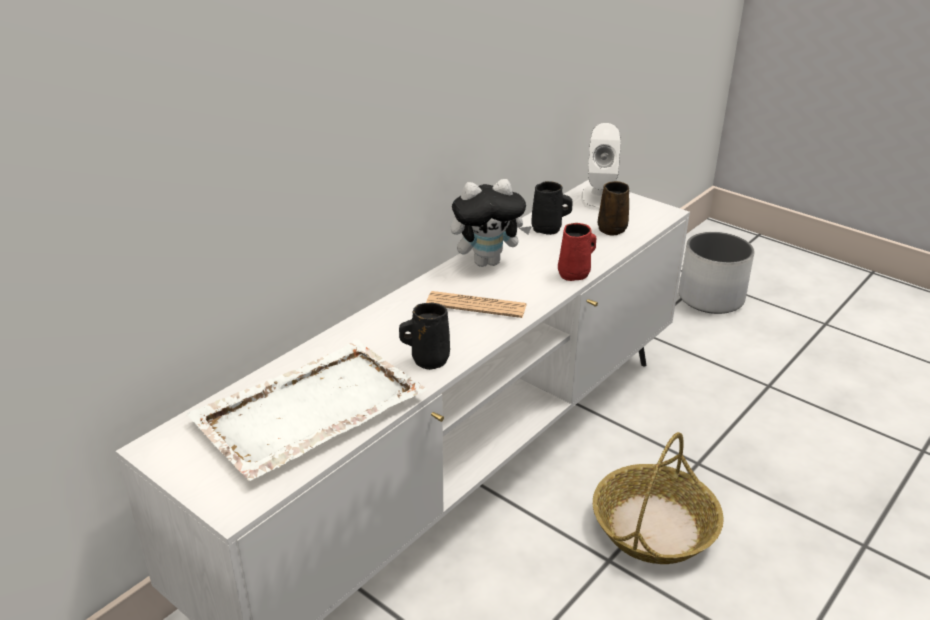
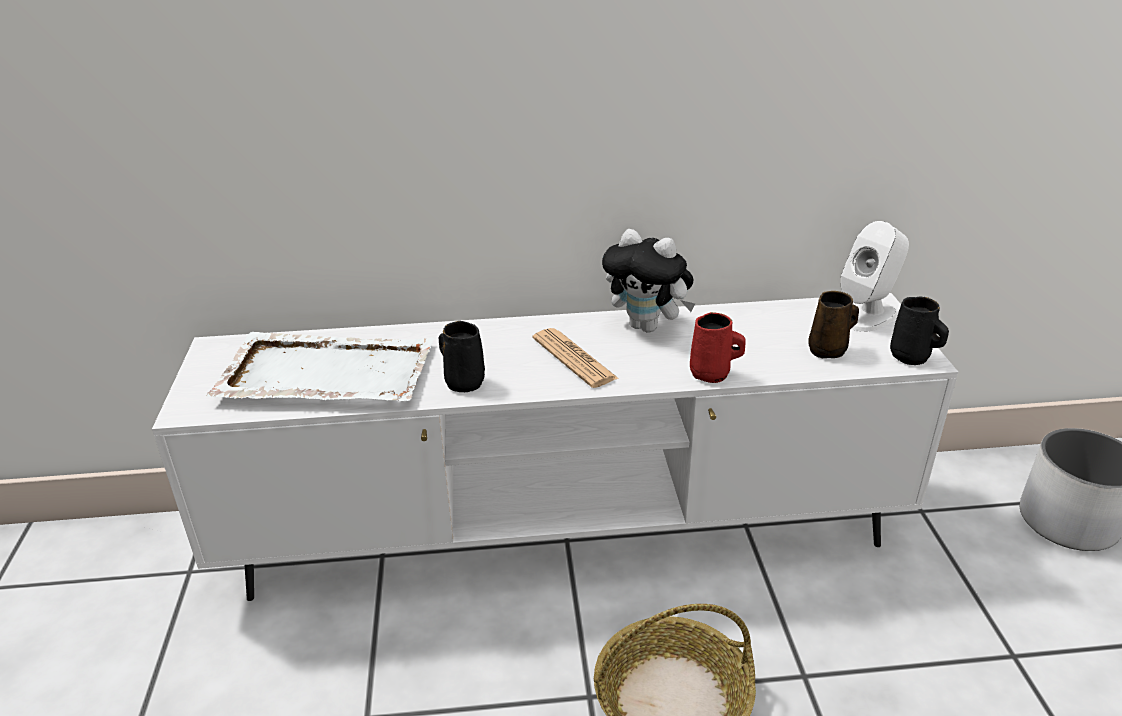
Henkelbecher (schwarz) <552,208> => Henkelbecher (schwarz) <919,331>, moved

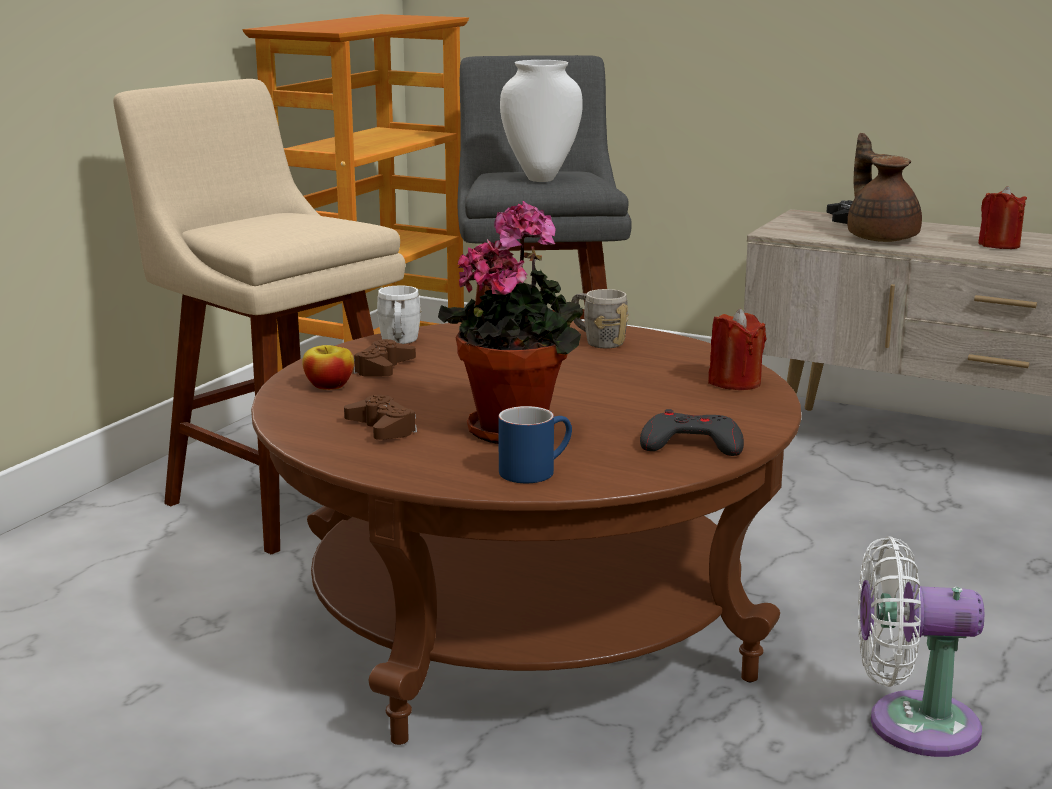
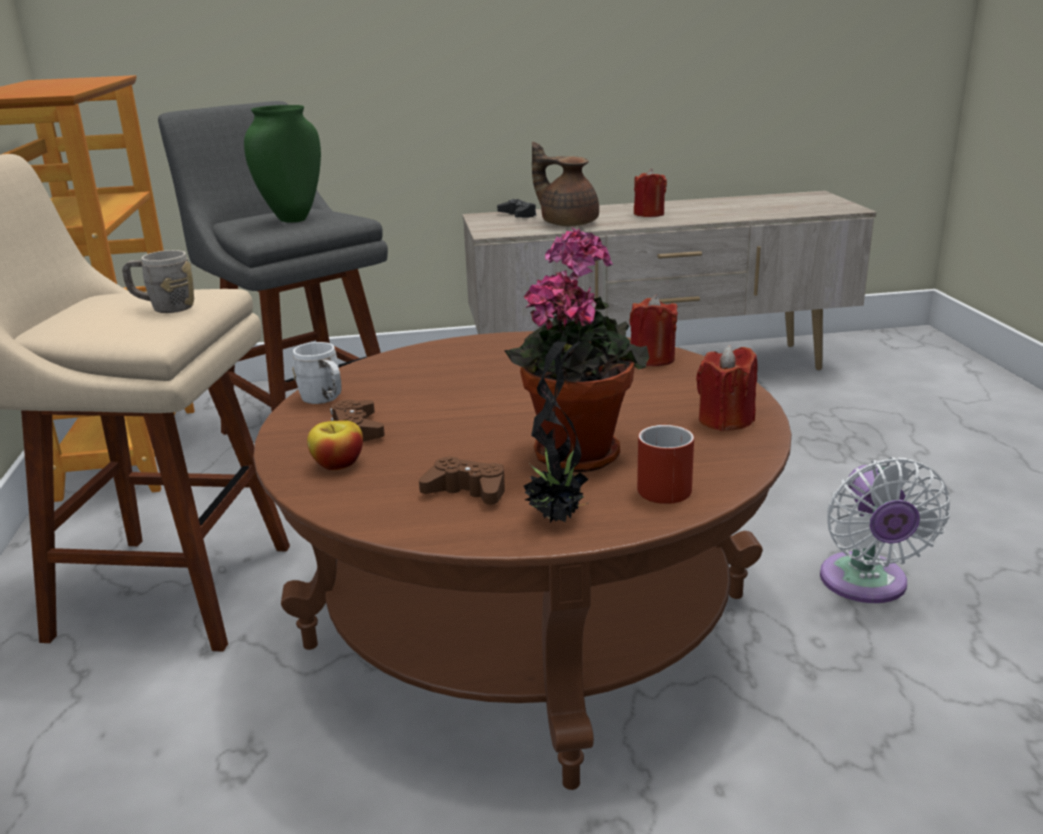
Vase (weiß) <541,121> => Vase (grün) <282,164>
Henkelbecher (grau) <600,318> => Henkelbecher (grau) <158,281>, moved
Henkelbecher (blau) <535,444> => Henkelbecher (rot) <665,464>
Gamepad (grau) <692,432> => Kerze (rot) <727,388>
Ventilator (weiß) <921,646> => Ventilator (weiß) <885,530>, 60 degrees counterclockwise
nothing => Topfpflanze <557,431>

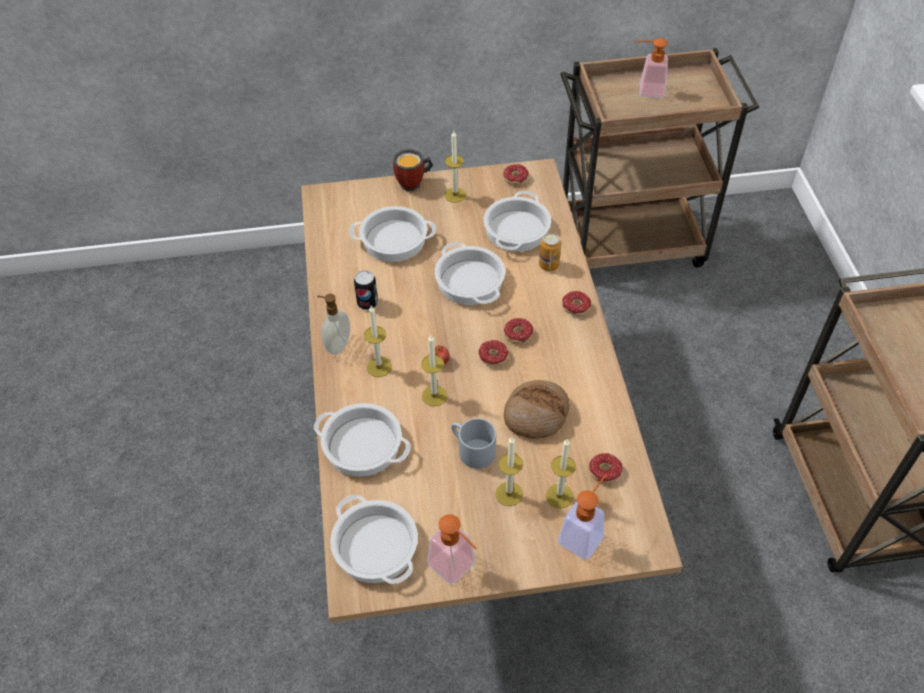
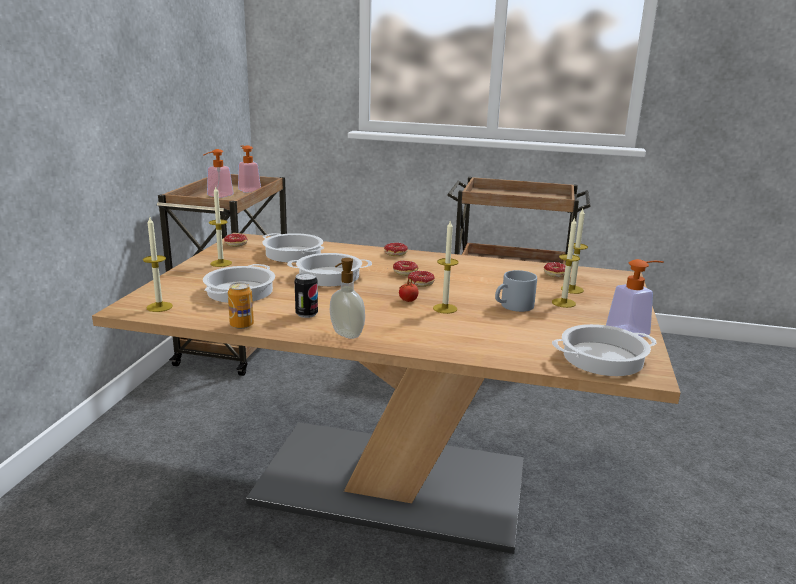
Henkelbecher <413,170> => nothing
Dose <550,252> => Dose <241,305>, moved
Kerze <378,341> => Kerze <158,264>, moved
Brot <537,409> => nothing
Kochtopf <362,440> => nothing
Seifenspender <582,517> => Seifenspender <249,169>, moved

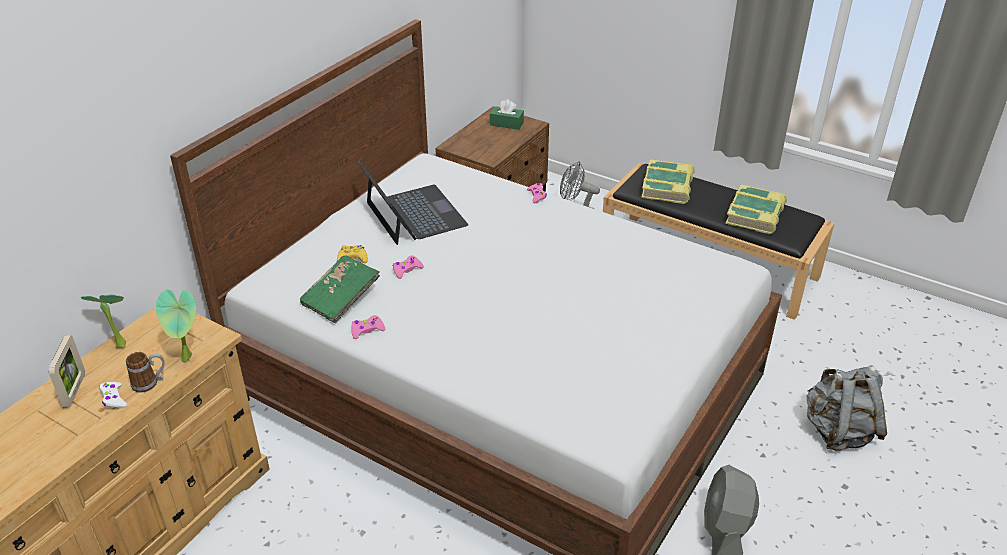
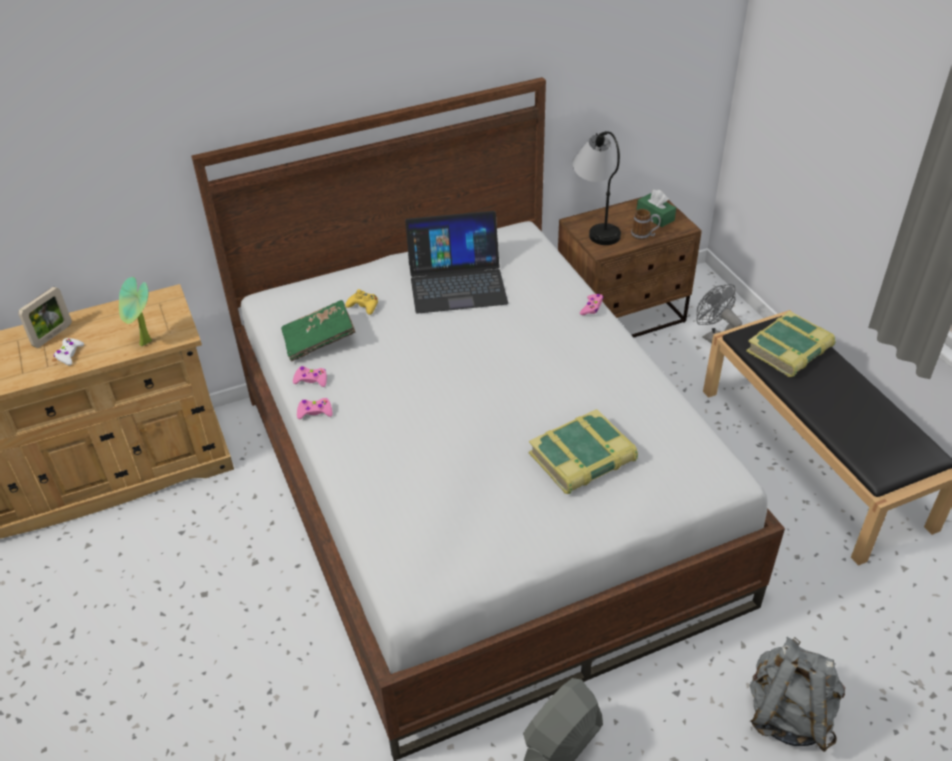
Laptop <413,203> => Laptop <456,262>, 75 degrees clockwise
Buch <756,209> => Buch <583,451>, moved
Gamepad (rosa) <408,267> => Gamepad (rosa) <315,408>, moved
Topfpflanze <103,321> => nothing
Henkelbecher <145,372> => Henkelbecher <646,224>, moved
nothing => Tischlampe <596,188>

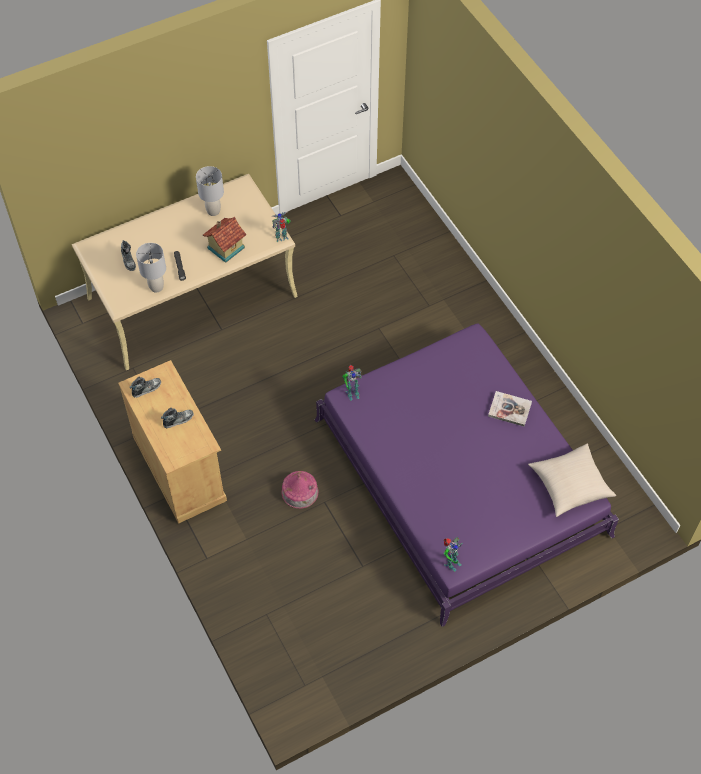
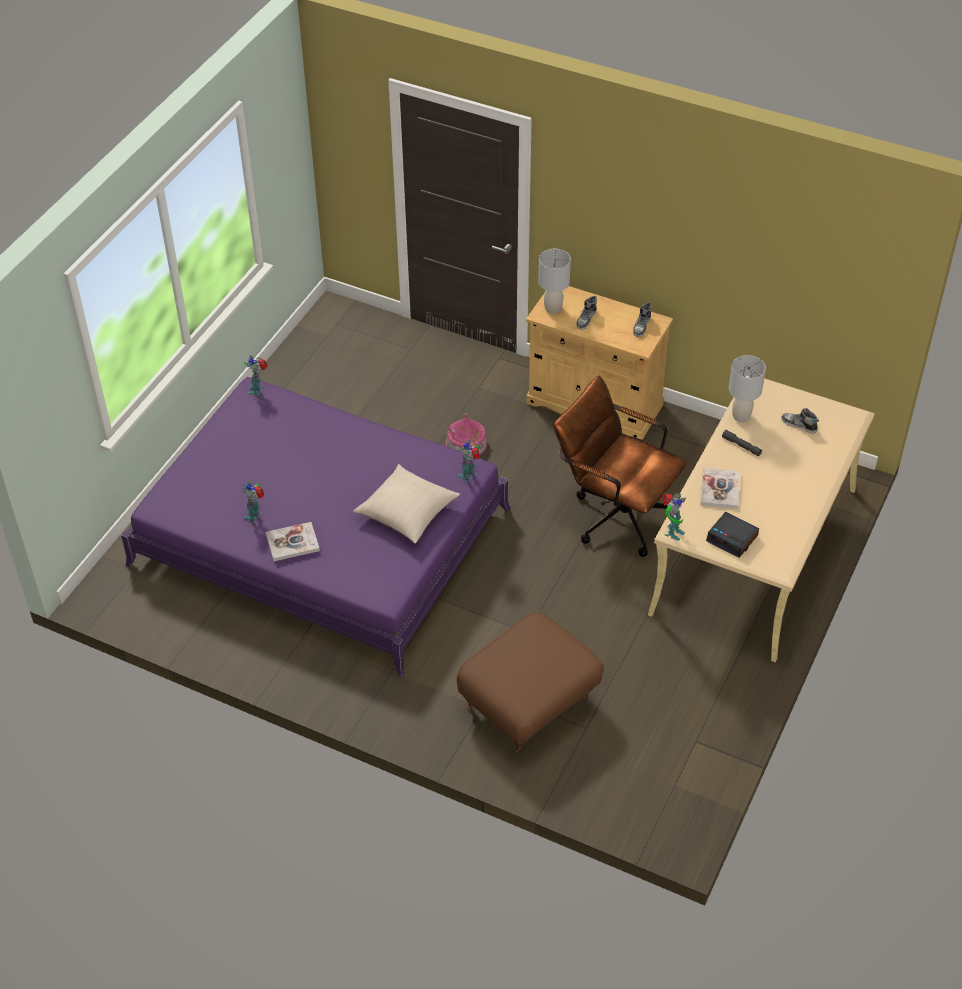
Tischlampe (grau) <210,191> => Tischlampe (grau) <554,281>, moved
Spielzeughaus <225,240> => Buch <720,488>
Kissen (beige) <572,480> => Kissen (beige) <406,503>, moved
nothing => Bürostuhl (braun) <620,466>
nothing => Spielzeugroboter <253,501>
nothing => Wecker <732,535>
nothing => Polsterhocker (braun) <530,683>

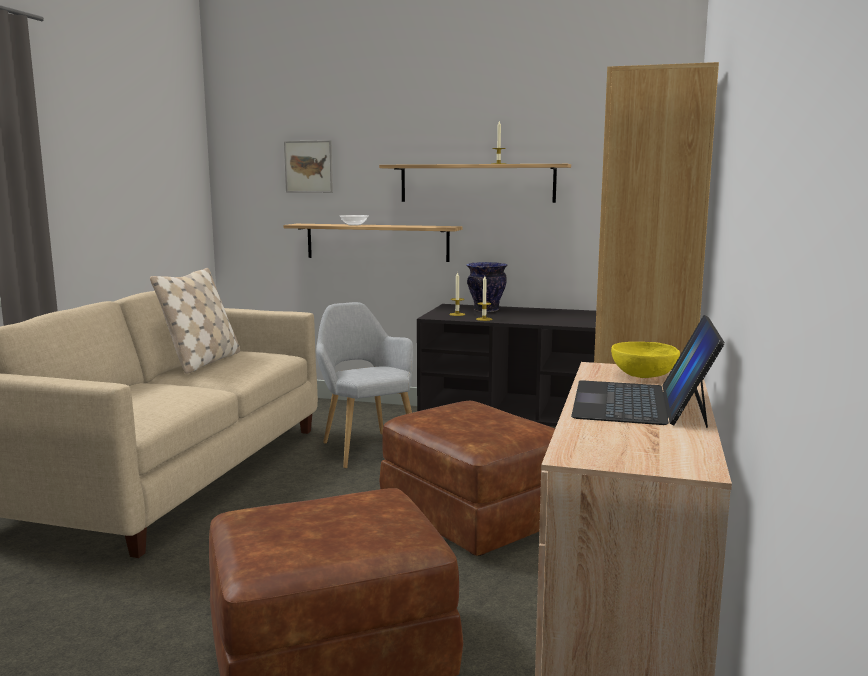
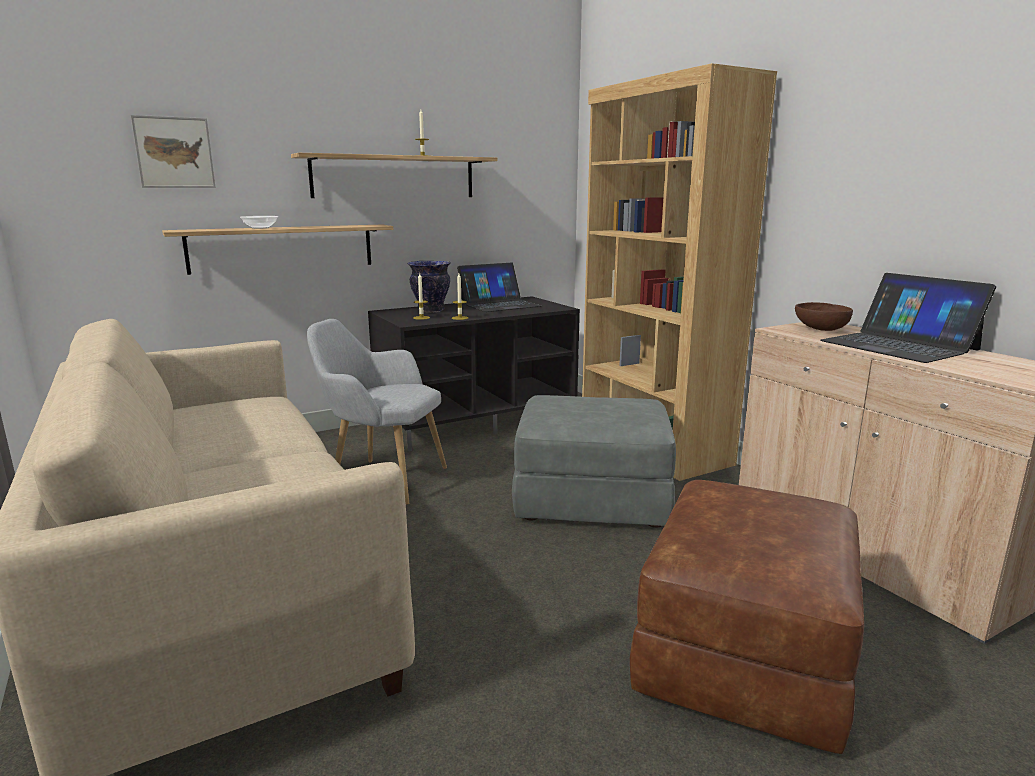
Kissen (beige) <195,321> => nothing
Schüssel (gelb) <645,360> => Schüssel (braun) <824,316>
Polsterhocker (braun) <467,478> => Polsterhocker (grau) <594,461>
nothing => Laptop <499,287>

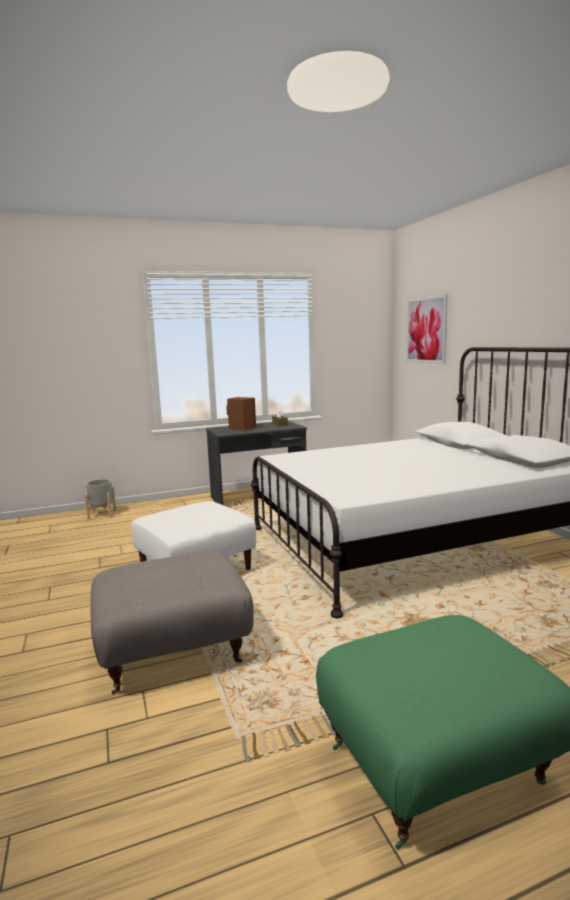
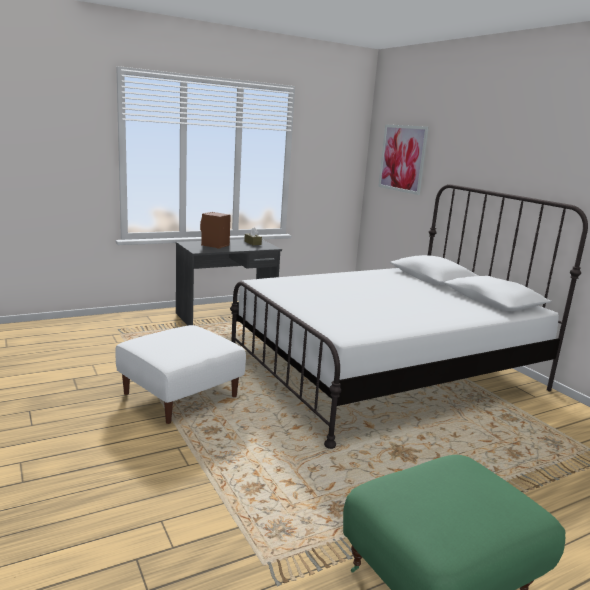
Pflanzkübel (grau) <100,499> => nothing
Polsterhocker (grau) <172,622> => nothing

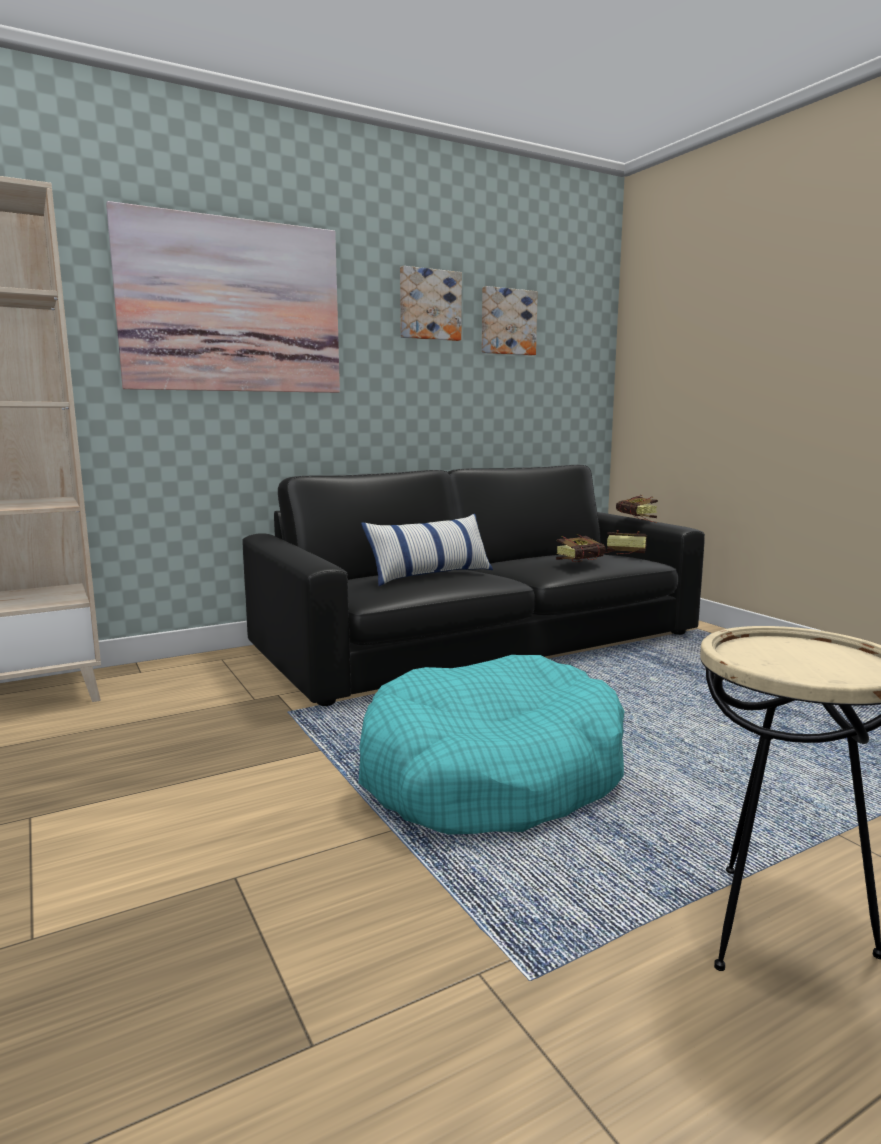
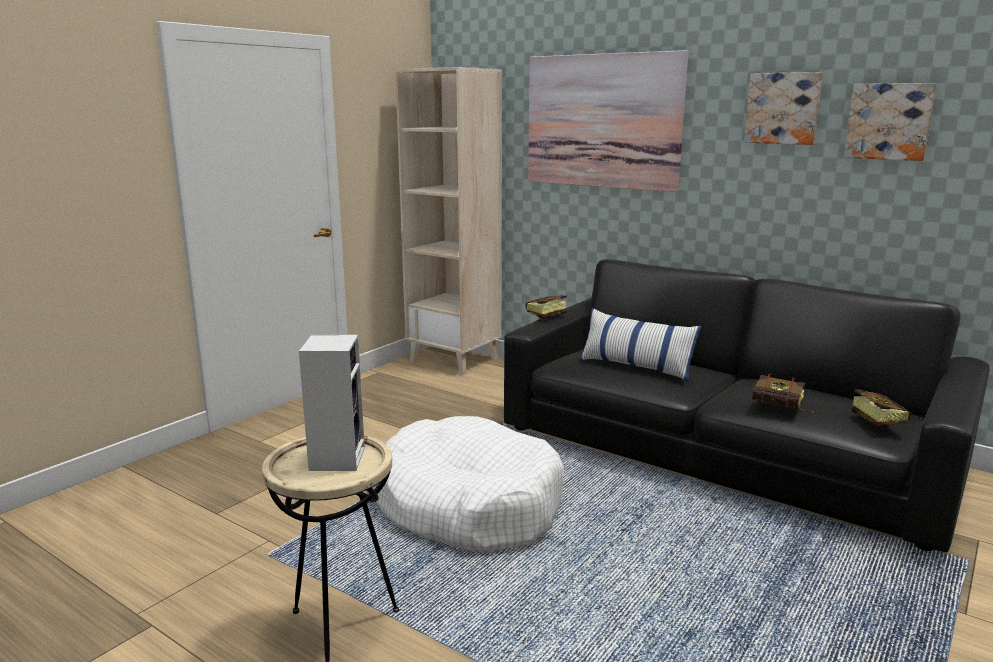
Buch <637,509> => Buch <546,309>, moved
Hundebett (türkis) <491,745> => Hundebett (weiß) <468,484>
nothing => Lautsprecher <332,403>

